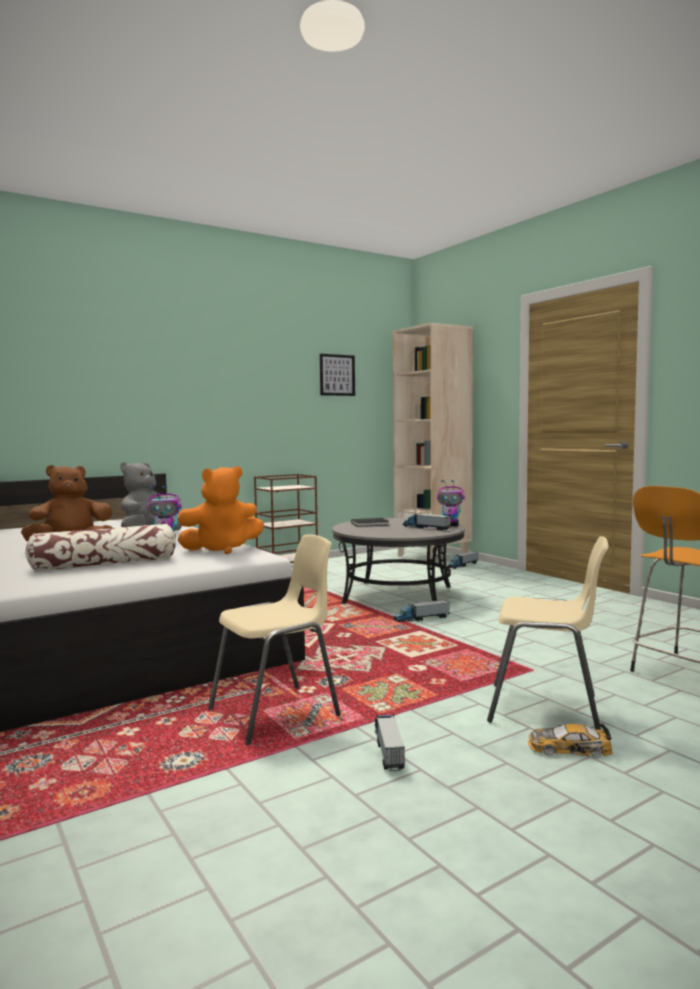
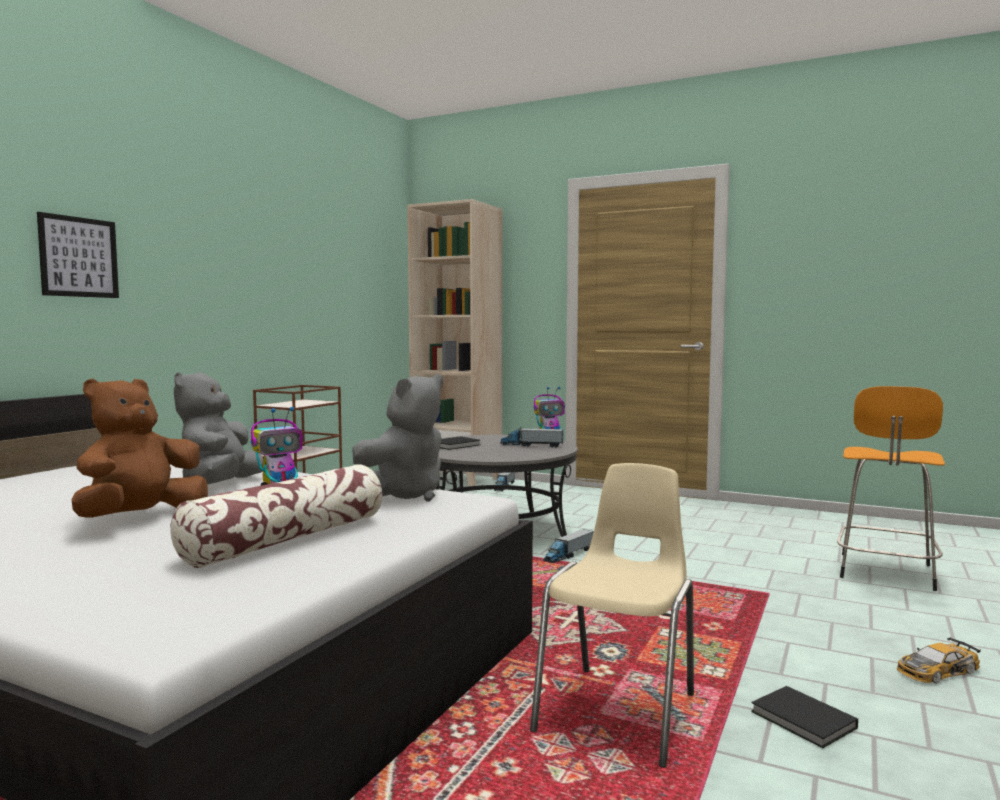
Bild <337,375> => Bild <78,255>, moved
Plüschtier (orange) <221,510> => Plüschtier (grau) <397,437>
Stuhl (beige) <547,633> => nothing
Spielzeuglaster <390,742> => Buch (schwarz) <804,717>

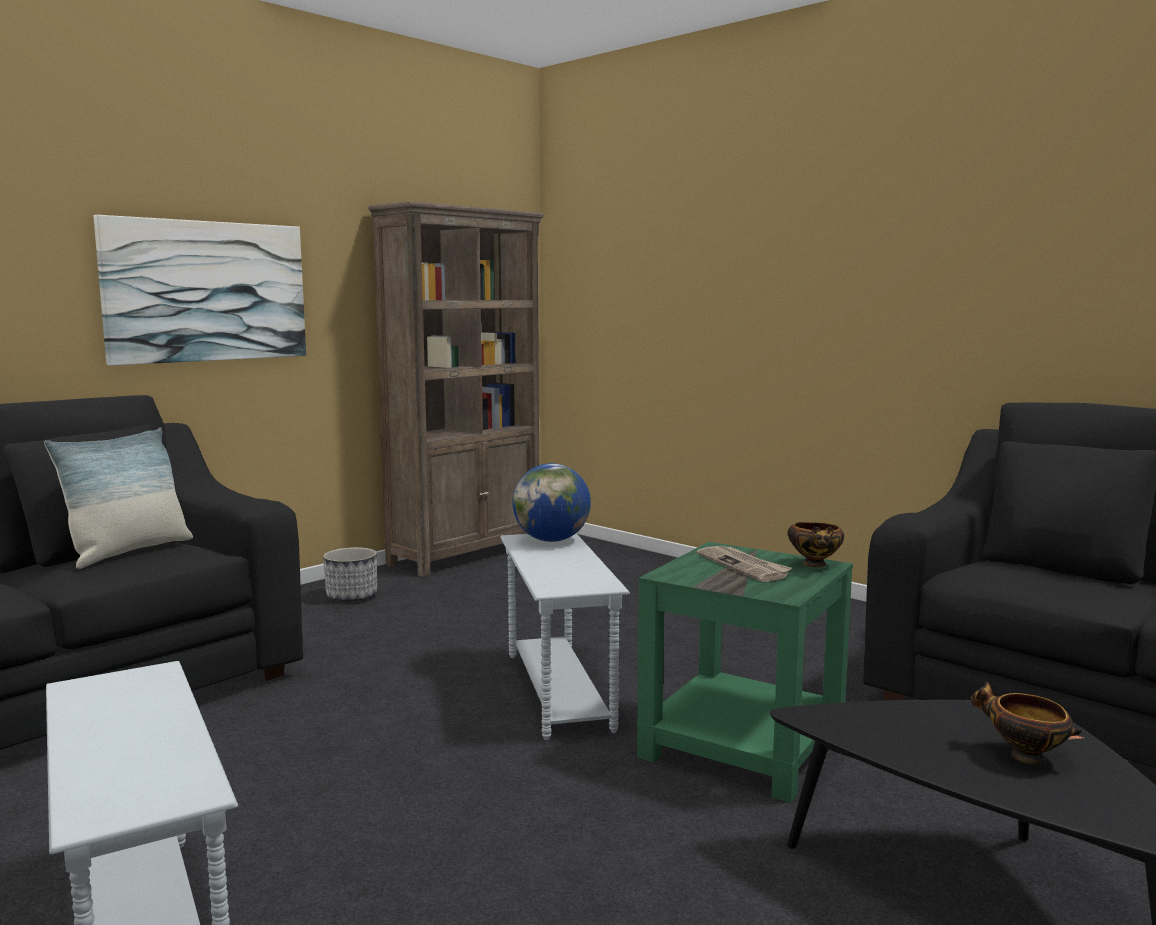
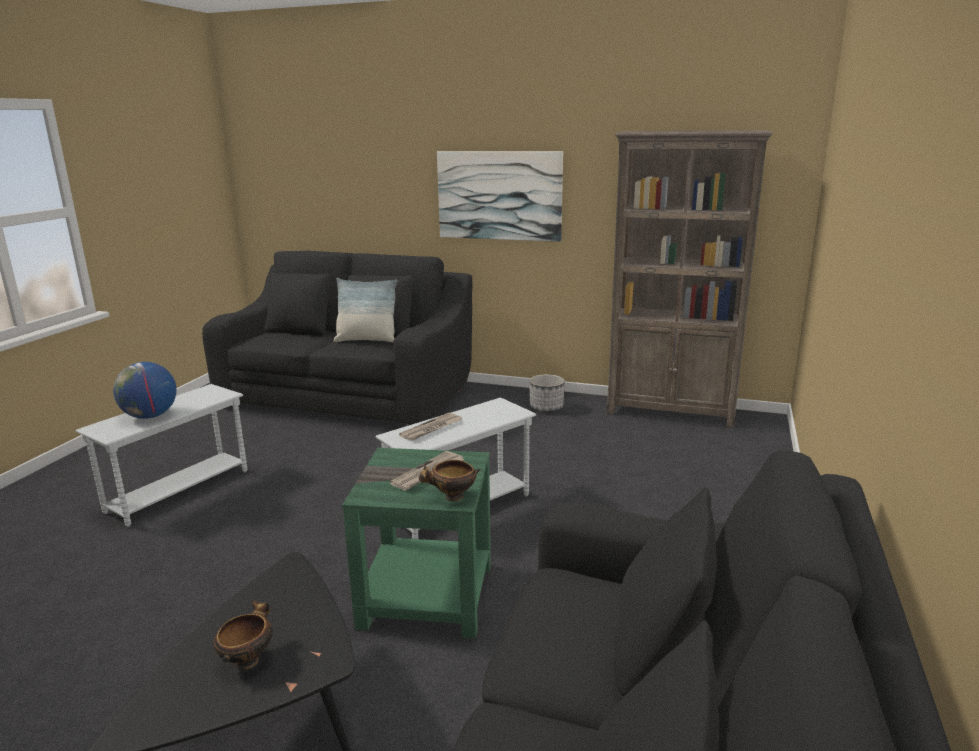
Globus <551,502> => Globus <145,390>, moved
nothing => Zeitung <430,427>

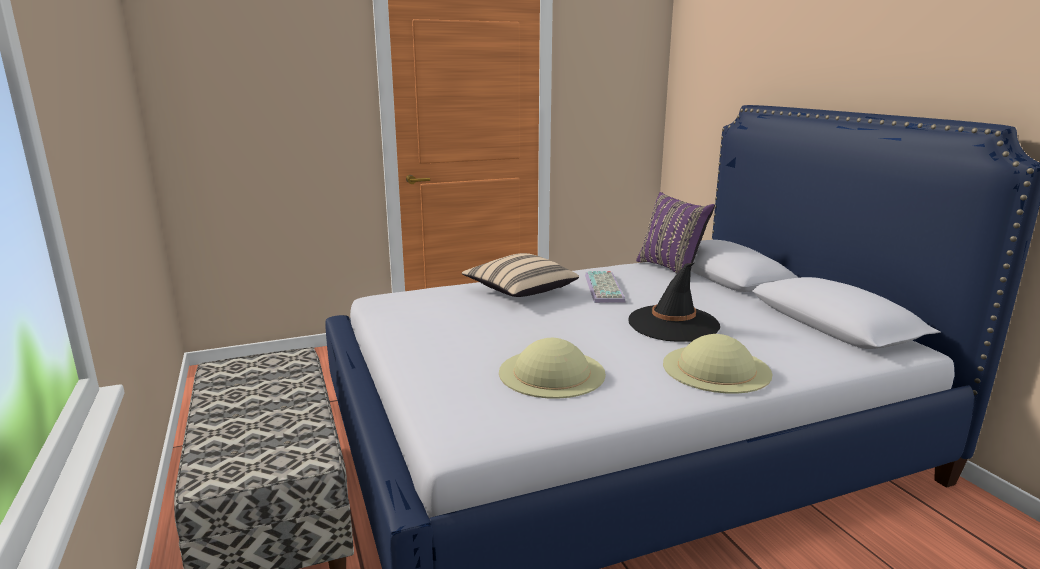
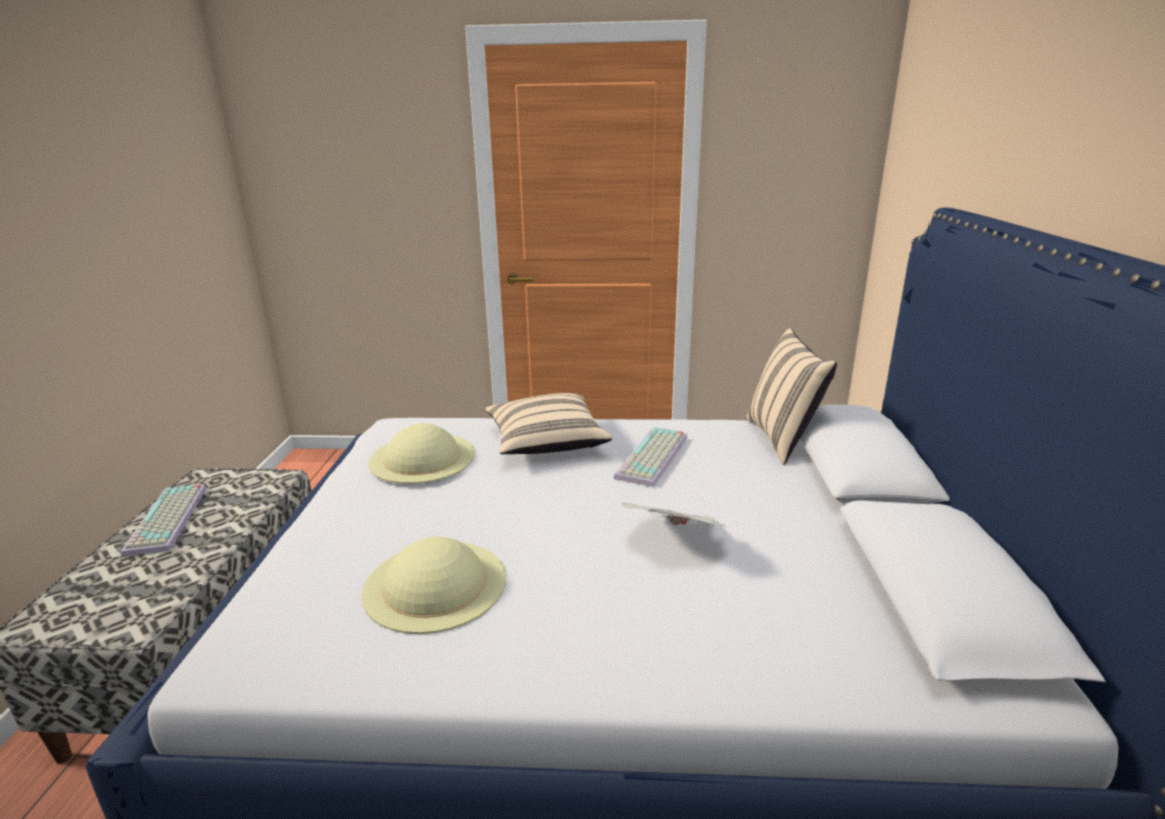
Kissen (lila) <675,232> => Kissen (beige) <791,396>
Hut (schwarz) <674,302> => Zeitung <674,515>
Hut (beige) <717,364> => Hut (beige) <421,453>, moved
nothing => Tastatur <163,520>

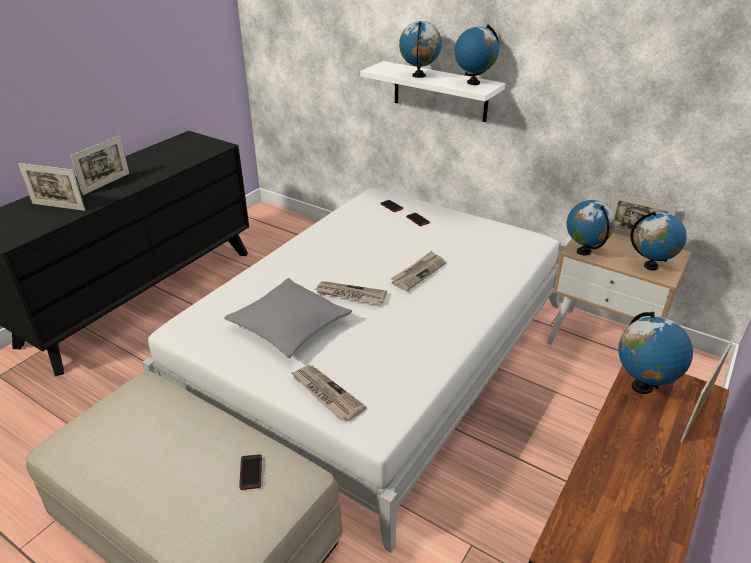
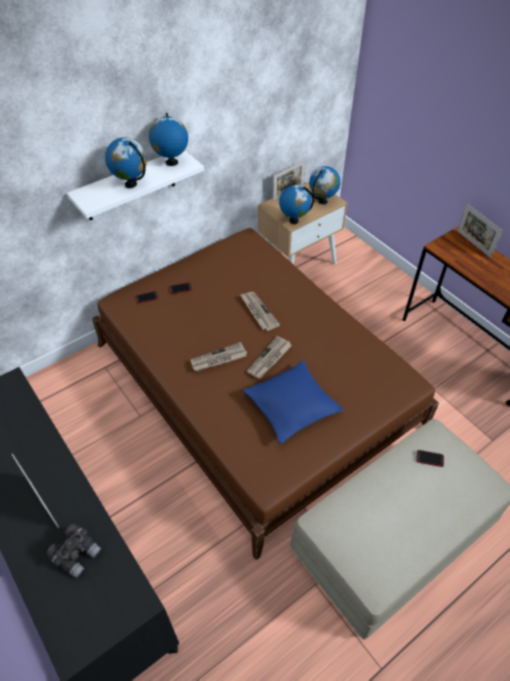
Bilderrahmen <51,187> => Fernglas (grau) <73,551>
Bett (weiß) <351,370> => Bett (braun) <265,394>
Kissen (grau) <288,318> => Kissen (blau) <293,402>
Globus <655,353> => nothing
Zeitung <328,393> => Zeitung <218,357>, moved

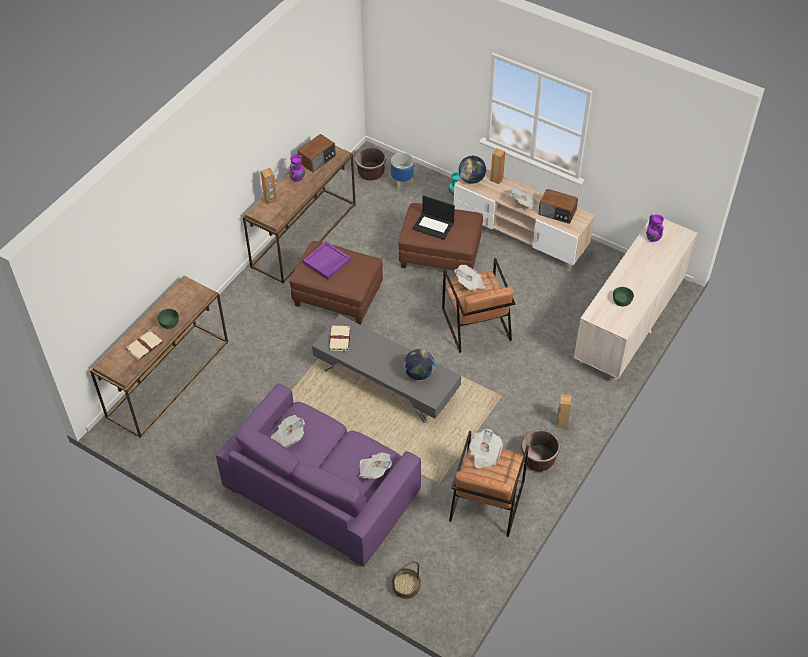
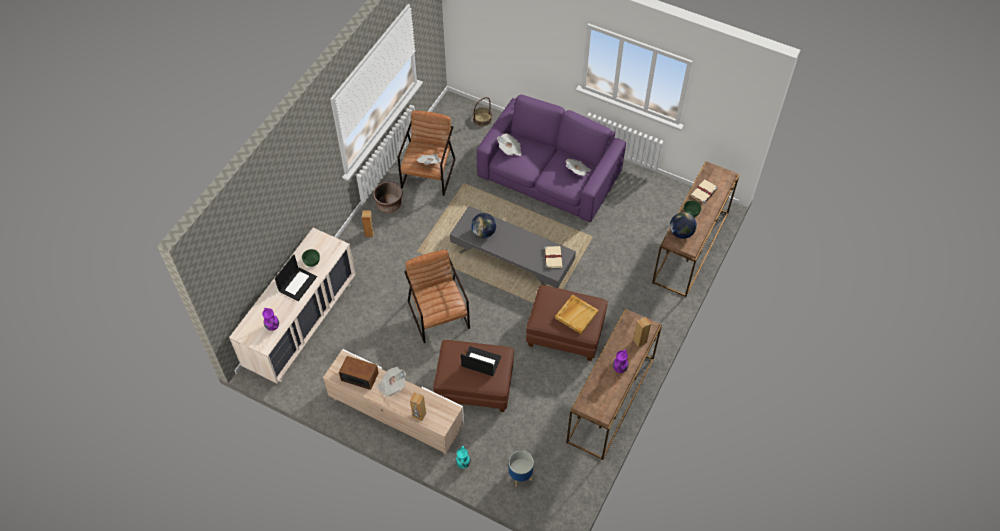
Radio <317,153> => nothing
Pflanzkübel (braun) <370,164> => nothing
Globus <472,170> => Globus <683,225>, moved
Tablett (lila) <327,260> => Tablett (beige) <577,314>
Zeitung <469,277> => nothing
nothing => Laptop <296,277>

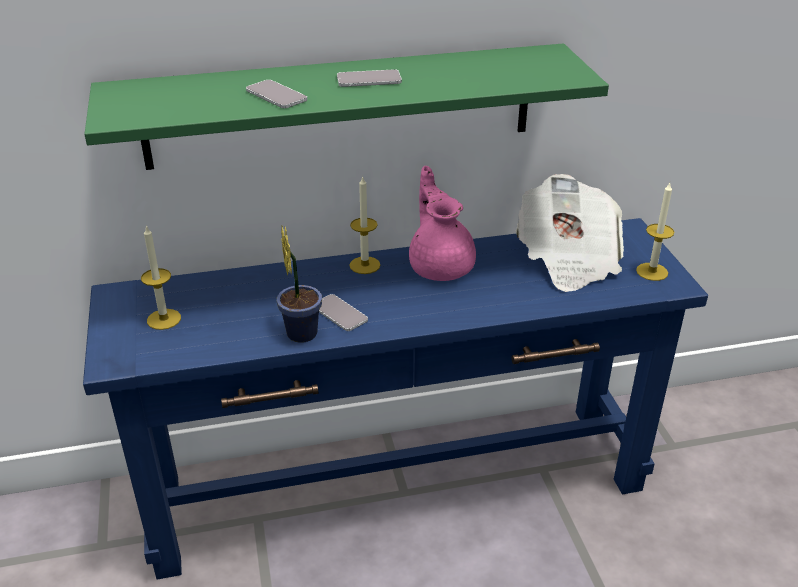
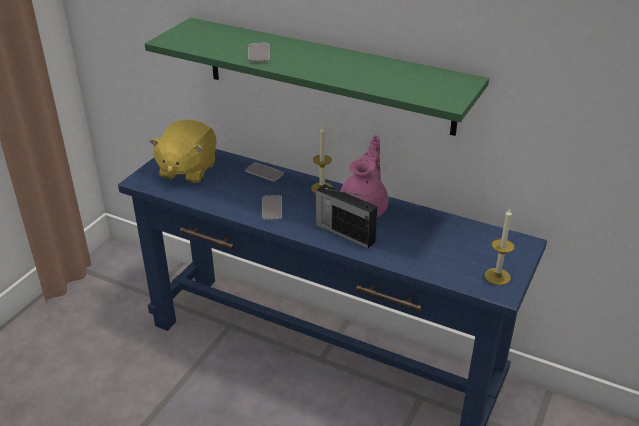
Handy <369,78> => Handy <264,172>, moved
Zeitung <569,233> => nothing
Kerze <161,277> => Plüschtier (gelb) <183,151>
Topfpflanze <299,284> => nothing
nothing => Radio <346,216>

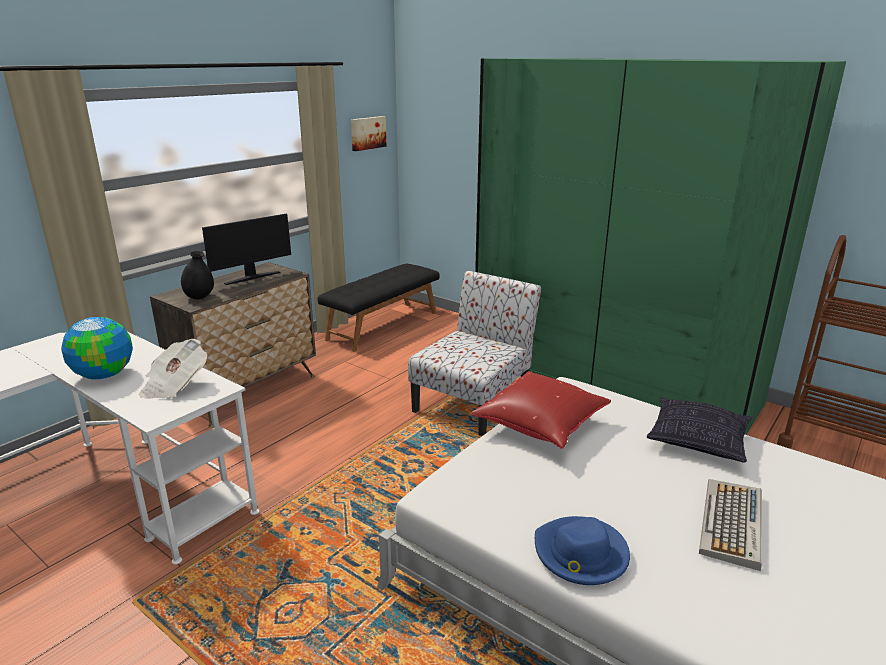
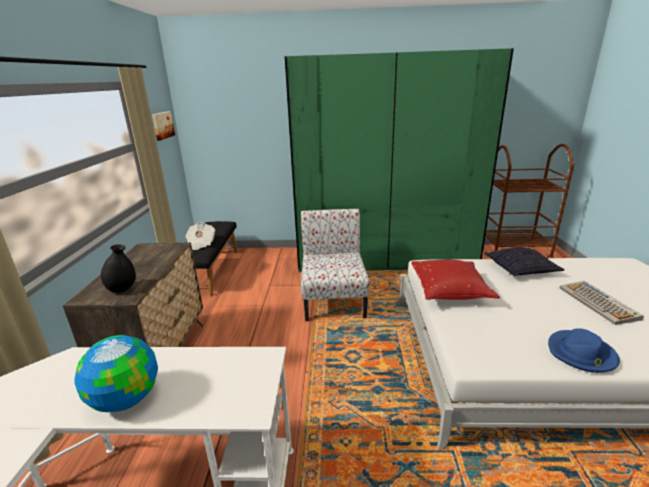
Monitor <246,249> => nothing
Zeitung <173,369> => Zeitung <200,236>, moved

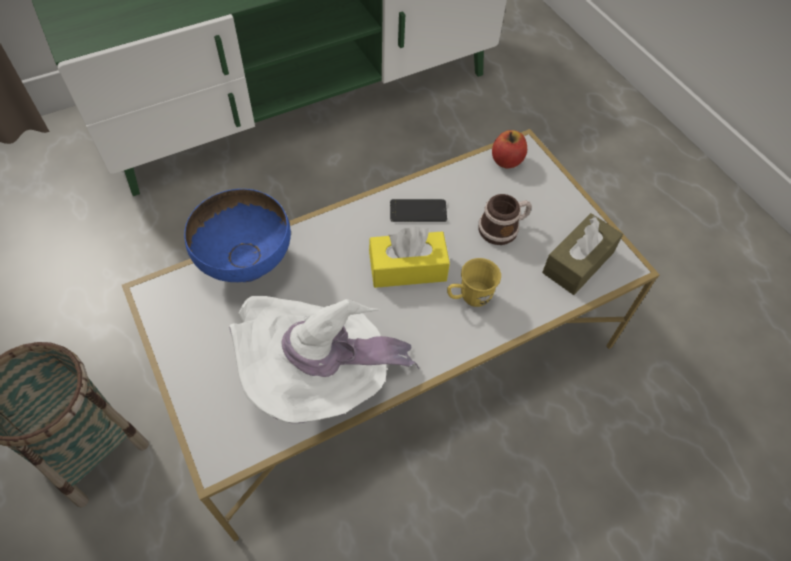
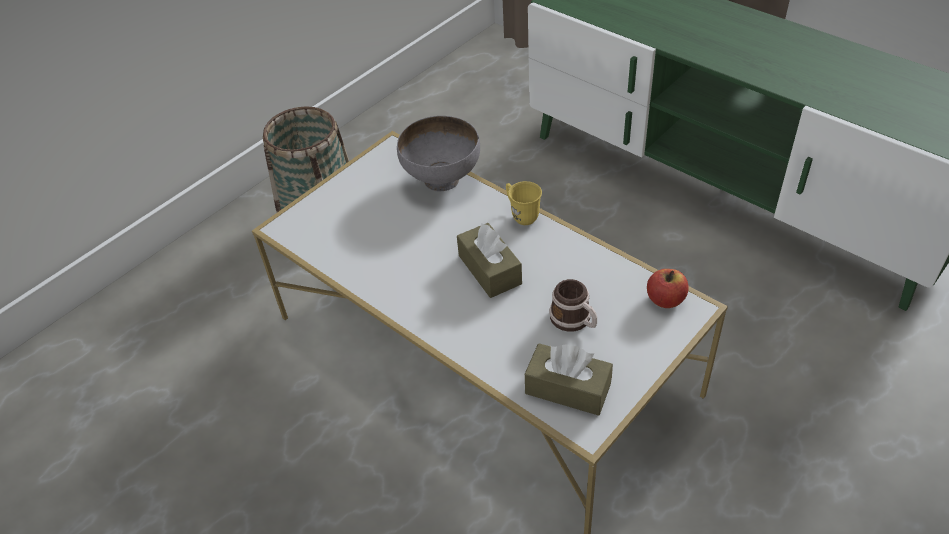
Schüssel (blau) <237,235> => Schüssel (grau) <438,154>
Handy <418,210> => nothing
Taschentuchbox (gelb) <409,257> => Taschentuchbox (braun) <489,260>
Henkelbecher (gelb) <474,282> => Henkelbecher (gelb) <524,203>, moved
Hut (weiß) <324,359> => nothing

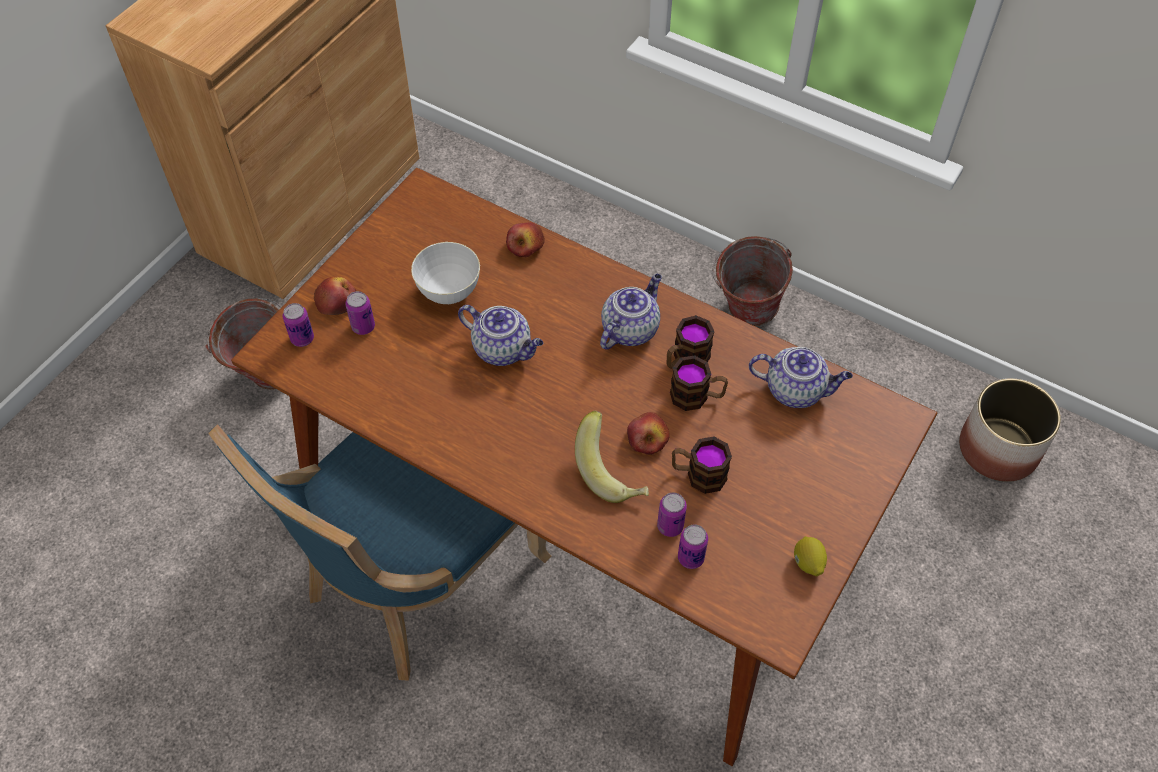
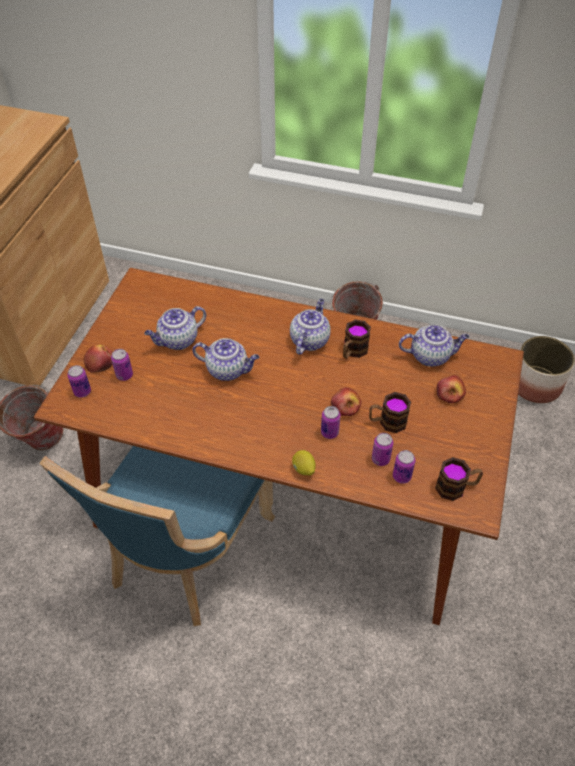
Apfel <525,239> => Apfel <451,389>, moved
Schüssel (weiß) <445,273> => Teekanne <175,328>
Henkelbecher <699,383> => Henkelbecher <459,479>, moved
Banane <612,457> => Dose <331,422>
Zitrone <810,556> => Zitrone <304,463>, moved

